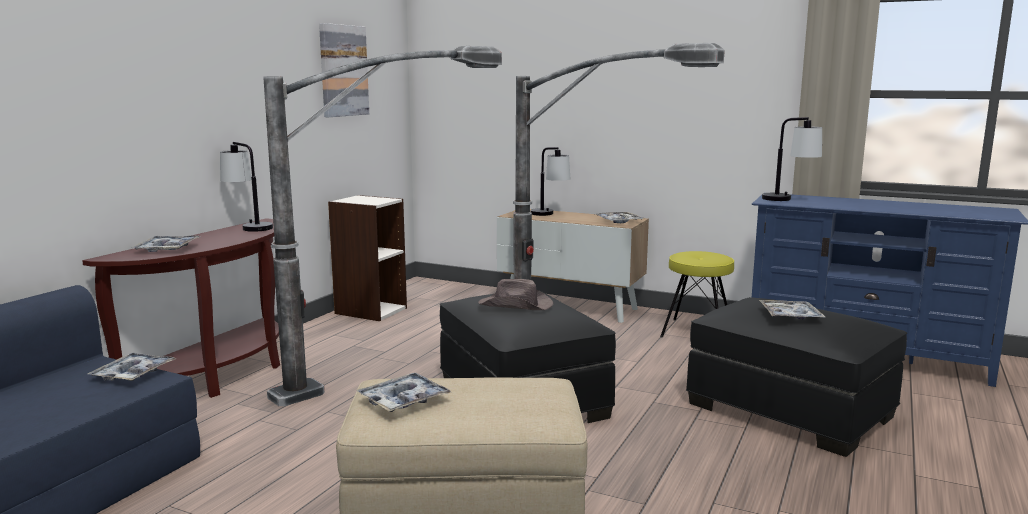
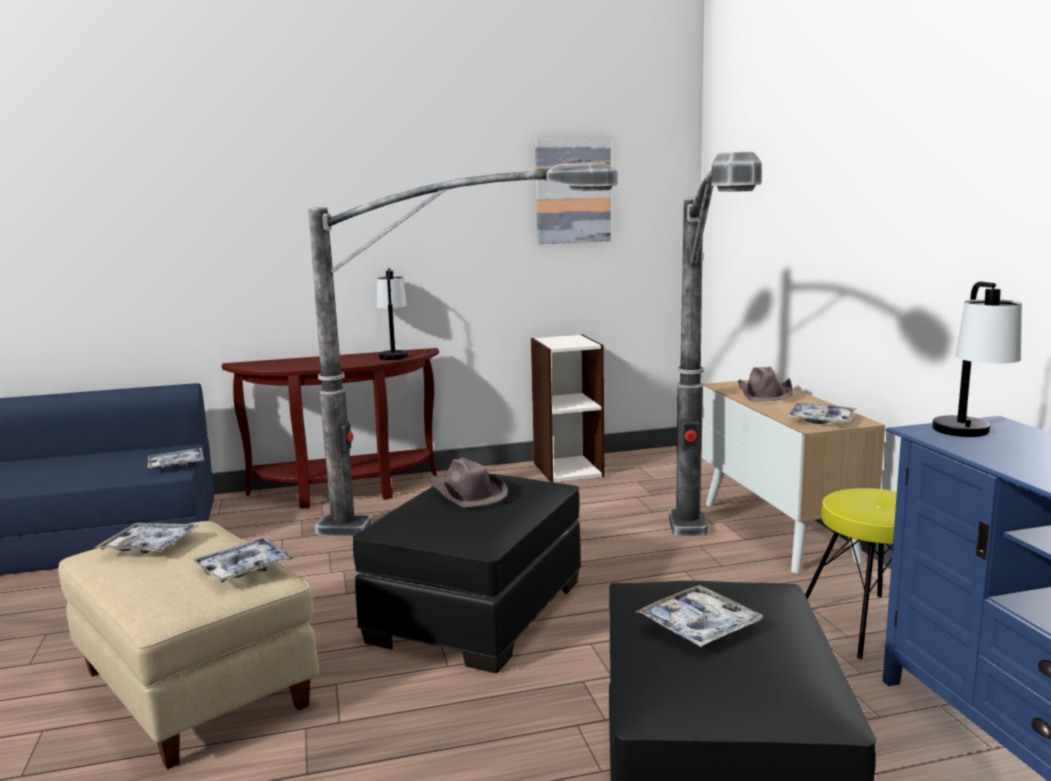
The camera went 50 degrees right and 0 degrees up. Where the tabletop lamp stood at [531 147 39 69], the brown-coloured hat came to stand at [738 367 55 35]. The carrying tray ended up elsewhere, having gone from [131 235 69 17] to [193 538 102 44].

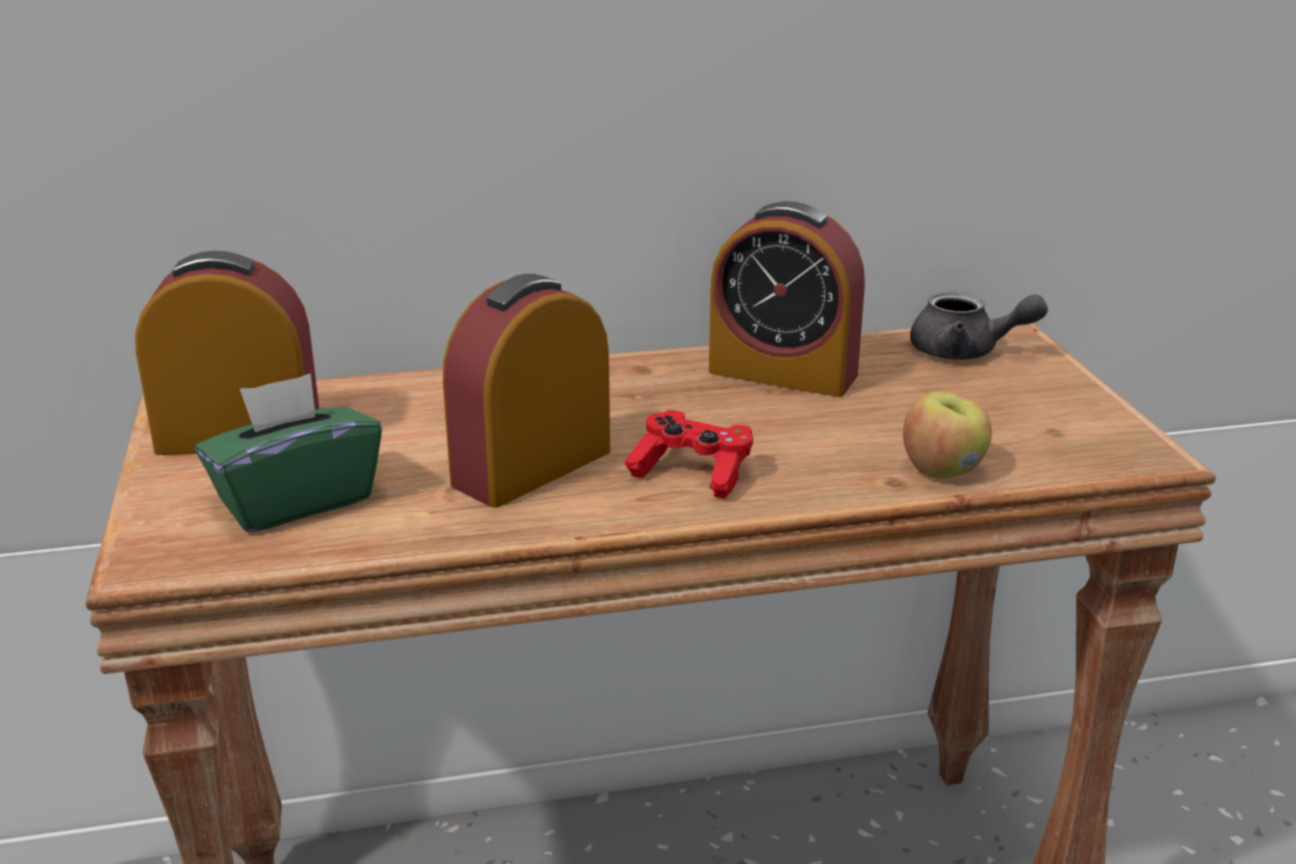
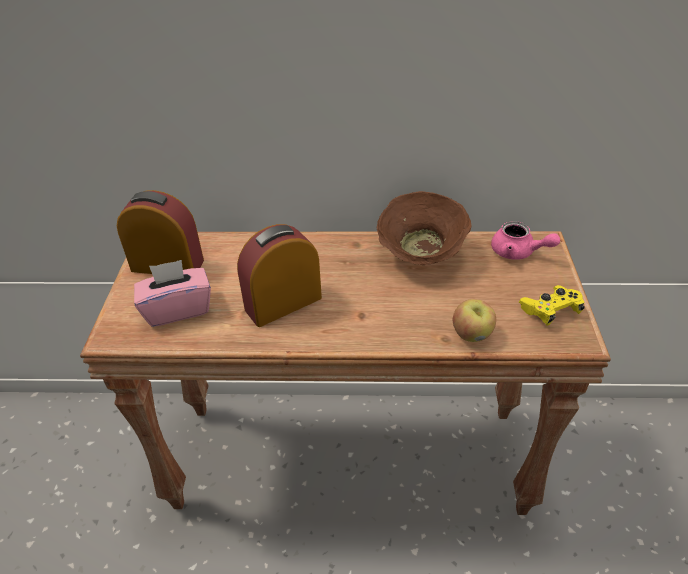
The camera went 15 degrees right and 15 degrees up. Where the alarm clock stood at [709 201 156 196], the brown-coloured serving bowl came to stand at [377 191 95 74]. What was the grey teapot at [910 292 138 68] turned into the pinkish teapot at [491 221 69 39]. What was the greenish tissue holder at [195 373 187 160] turned into the pinkish tissue holder at [134 260 77 67]. The second view lost the reddish game controller at [625 410 128 89]. The second view gained the yellowish game controller at [519 285 66 41].

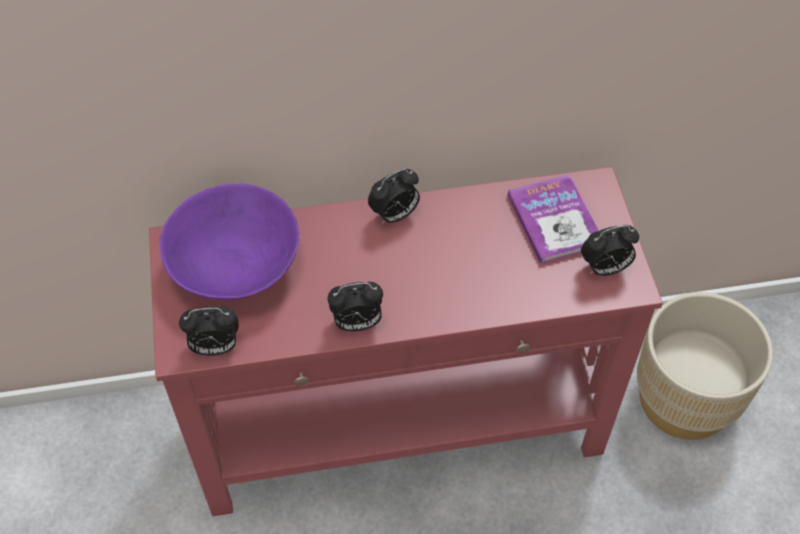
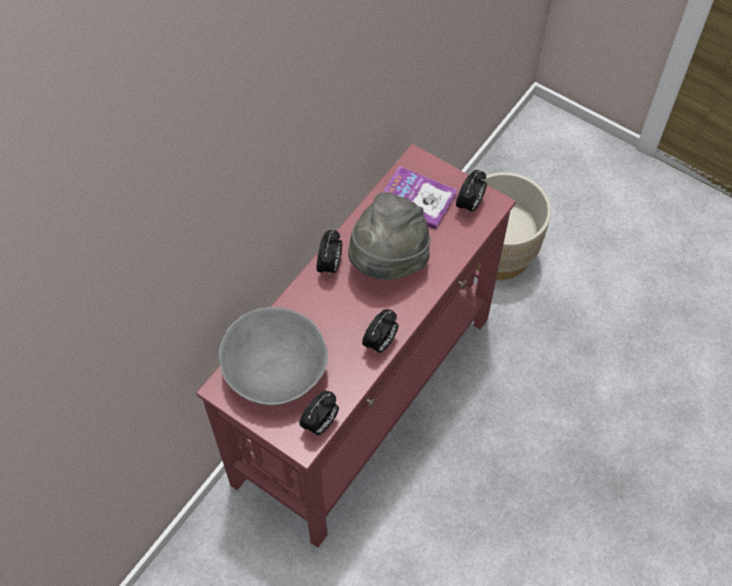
The camera went 45 degrees left and 5 degrees up. What was the purple serving bowl at [160 184 139 116] turned into the grey serving bowl at [219 307 109 99]. The second view gained the grey hat at [348 192 83 88].

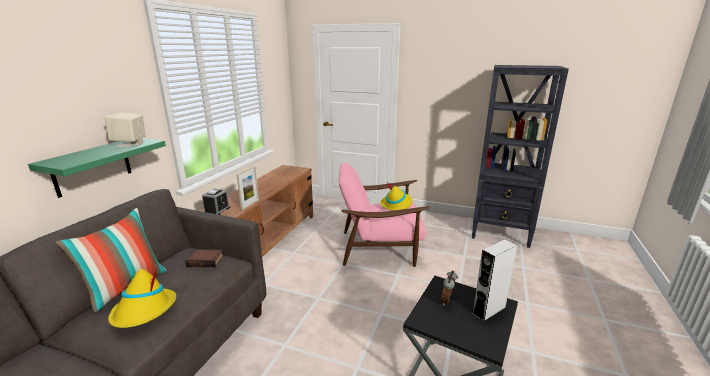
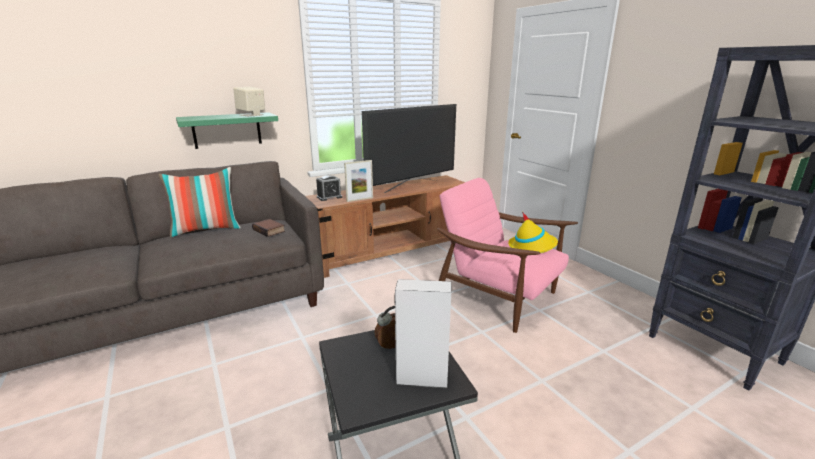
The camera went 40 degrees right and 0 degrees up. The second view lost the yellowish hat at [108 268 69 60]. The second view gained the TV set at [362 104 94 89].

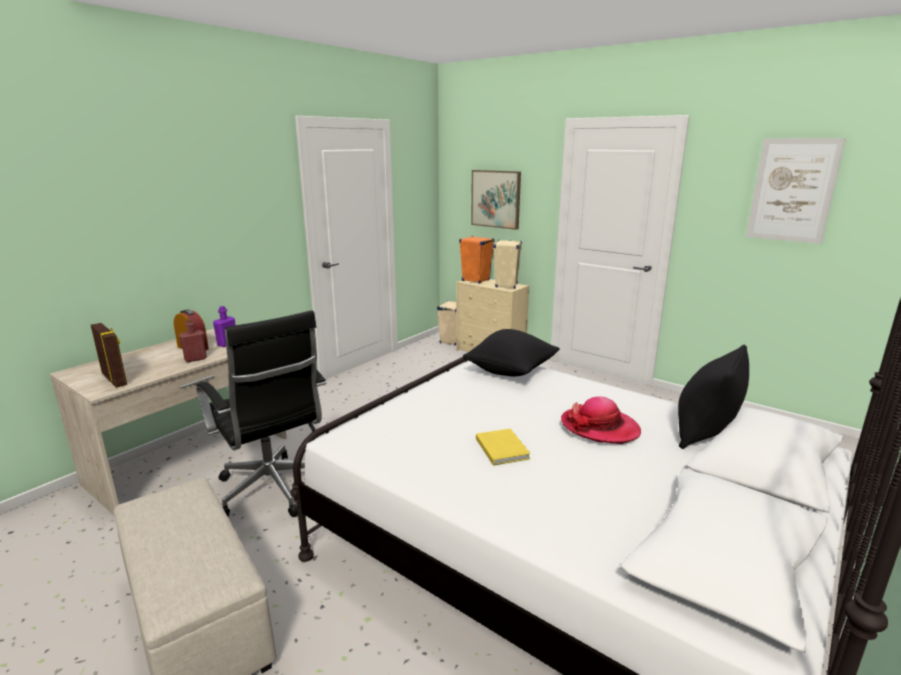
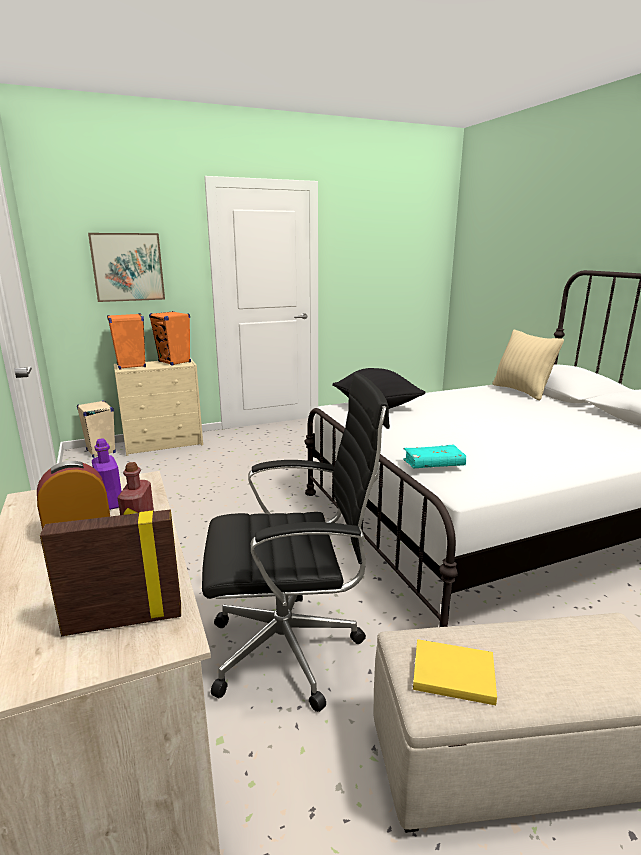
The camera went 60 degrees left and 0 degrees up. The second view lost the wall art at [746 138 100 106]. What was the beige-coloured loudspeaker at [493 240 29 49] turned into the orange loudspeaker at [149 311 42 55]. What was the black-coloured throw pillow at [678 345 71 104] turned into the beige-coloured throw pillow at [492 330 72 70]. The second view lost the hat at [561 396 80 48]. The yellowish bound book ended up elsewhere, having gone from [476 428 55 37] to [413 639 84 66]. The second view gained the blue-green bound book at [403 445 63 23].

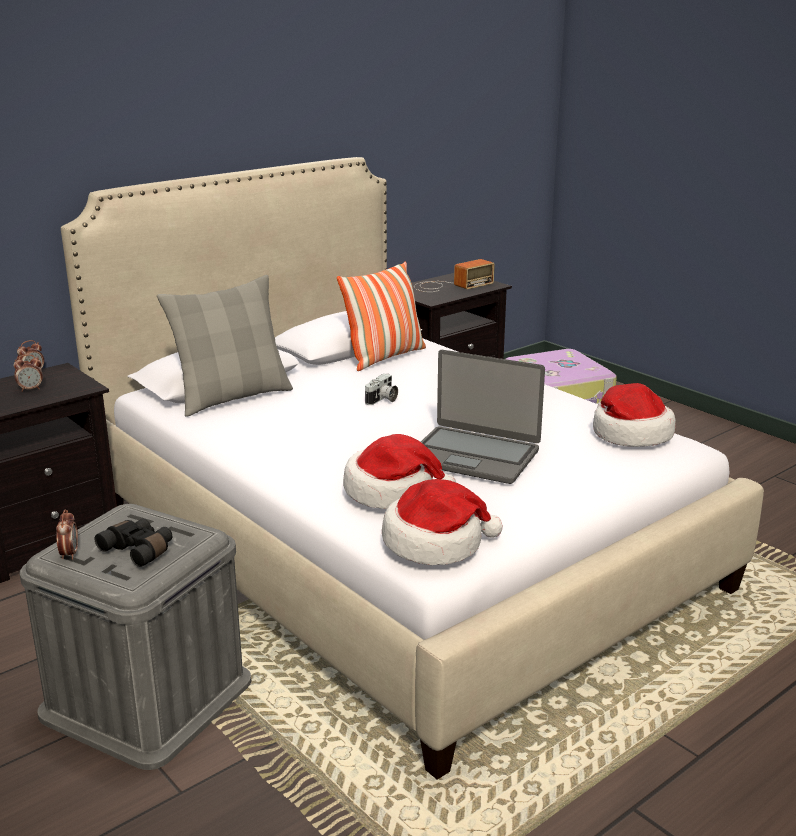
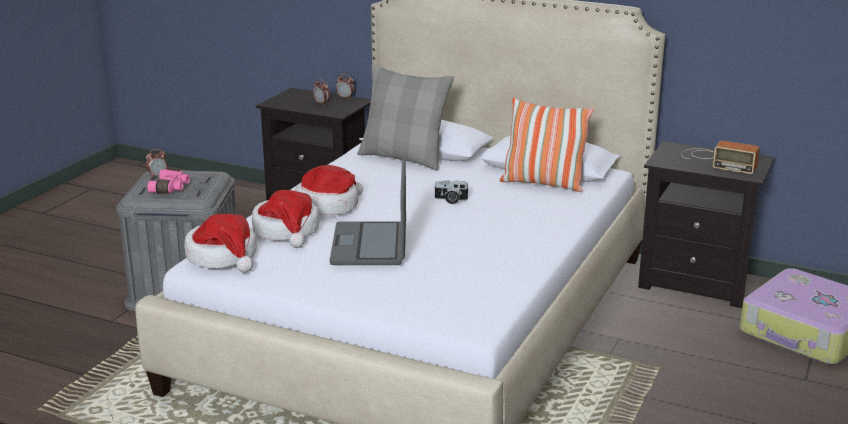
The camera went 65 degrees right and 0 degrees up. The hat ended up elsewhere, having gone from [593 383 83 64] to [295 165 68 50]. What was the black-coloured binoculars at [94 518 78 49] turned into the pinkish binoculars at [147 169 43 25].

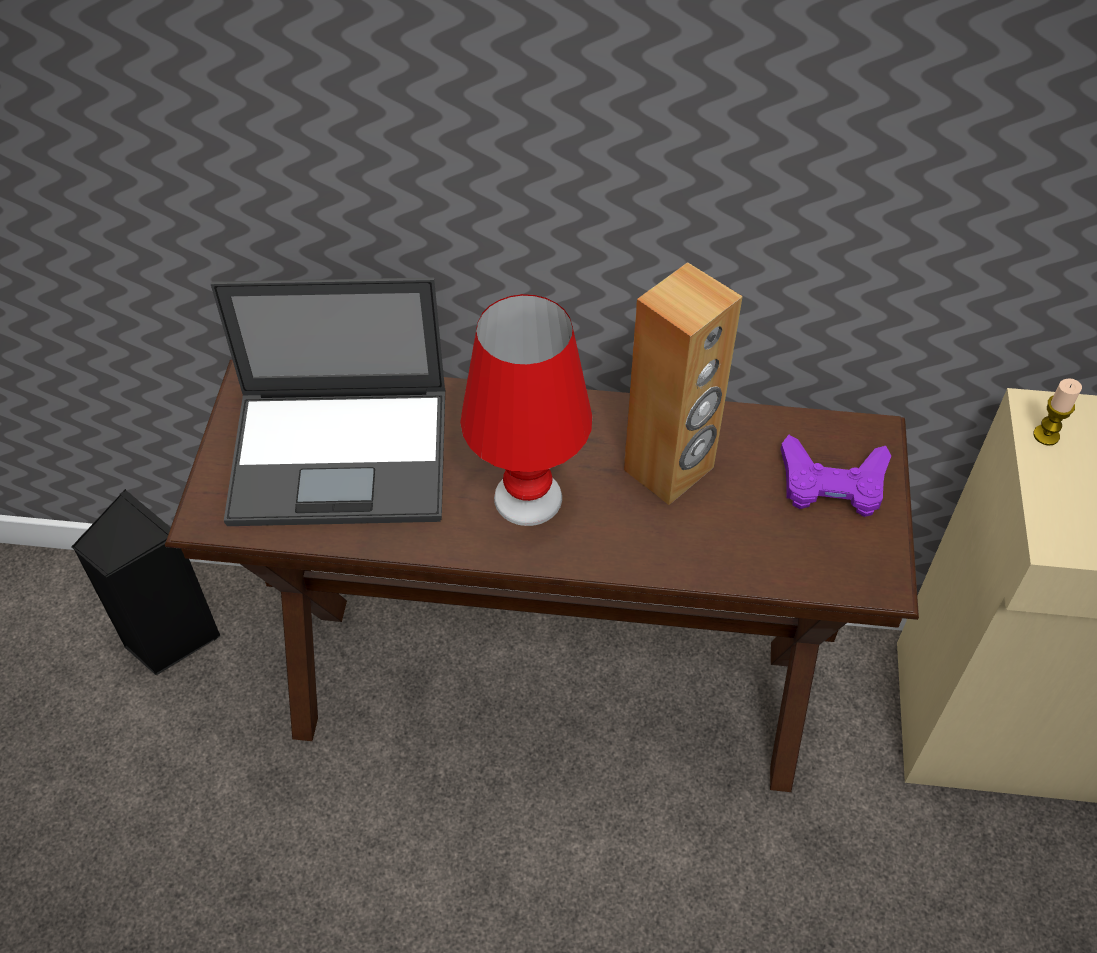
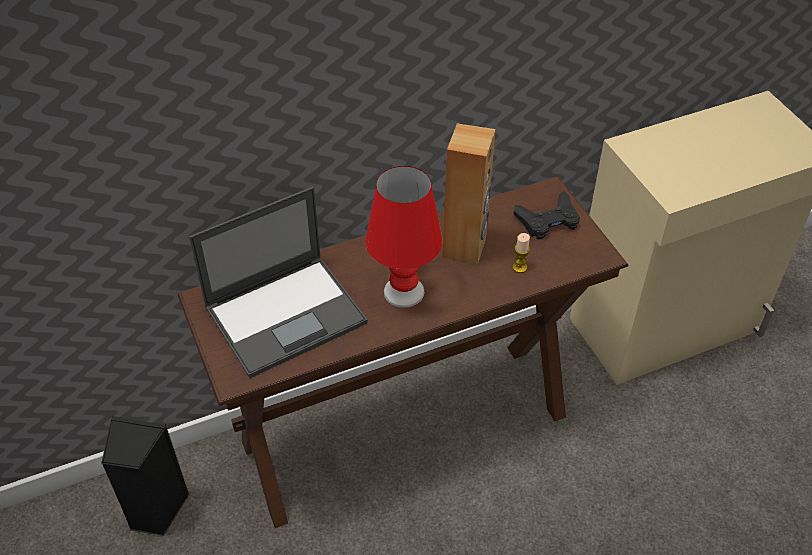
The camera went 30 degrees left and 5 degrees down. The wax light ended up elsewhere, having gone from [1033 378 49 68] to [513 233 17 40]. What was the purple game controller at [781 435 110 82] turned into the black-coloured game controller at [514 191 66 48].

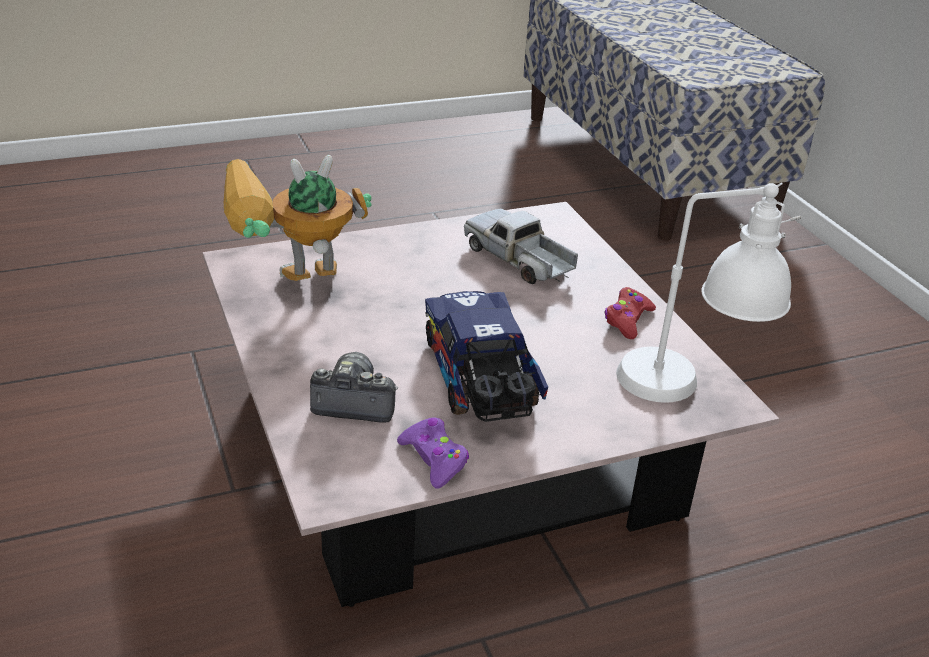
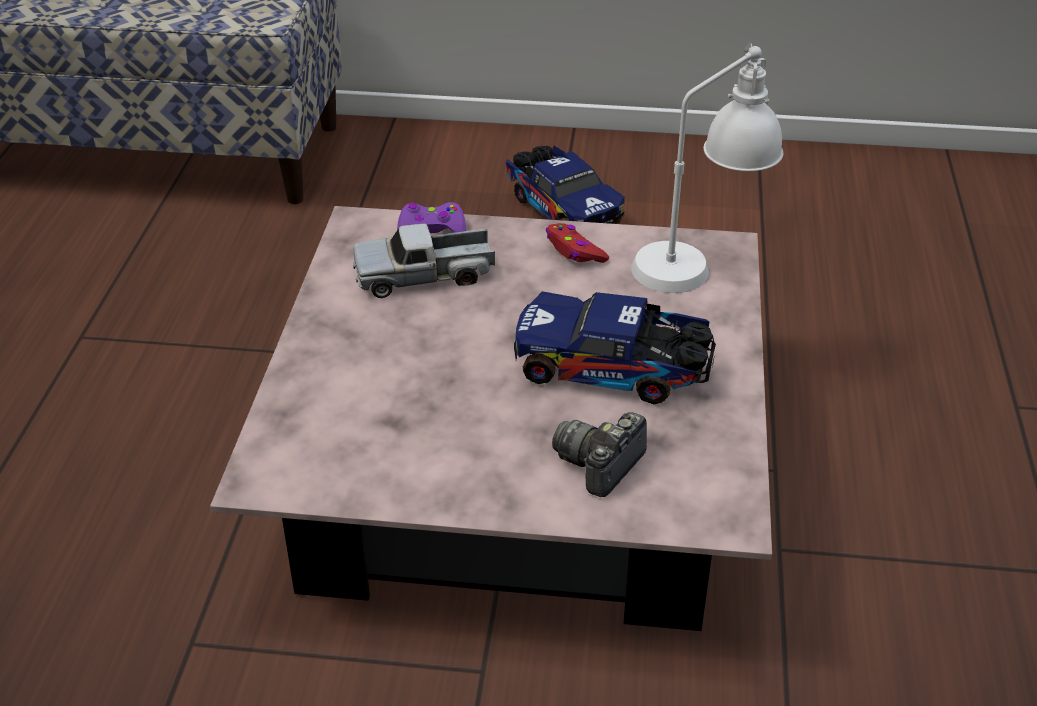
The camera went 60 degrees left and 5 degrees up. The second view lost the robot figure at [224 155 148 126]. The purple game controller ended up elsewhere, having gone from [397 417 72 72] to [397 202 69 31]. The second view gained the toy lorry at [506 146 119 78].

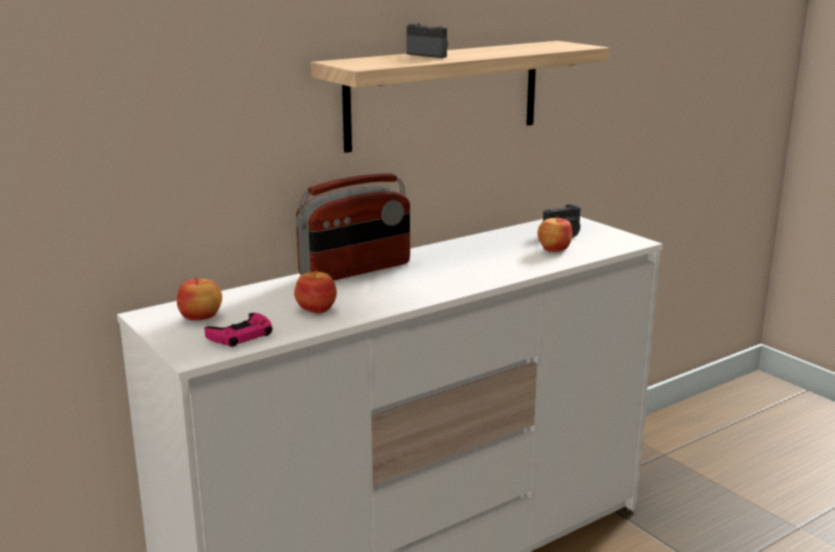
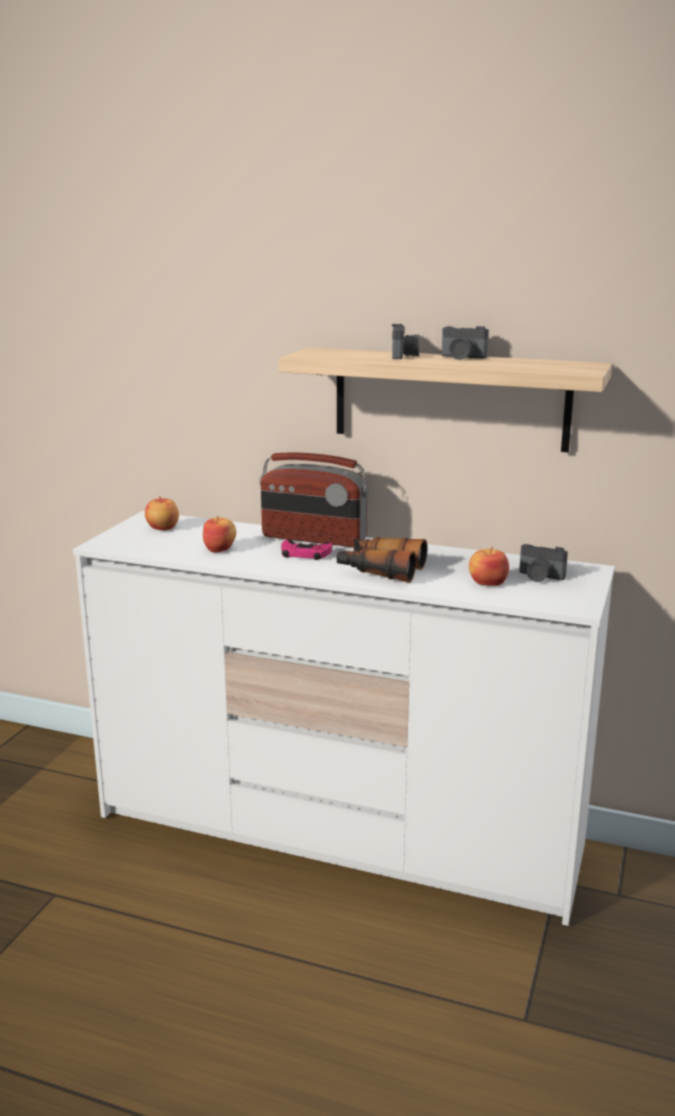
The camera went 55 degrees right and 0 degrees up. The pinkish game controller ended up elsewhere, having gone from [204 313 68 34] to [281 539 51 21]. The second view gained the photo camera at [442 326 47 34]. The second view gained the binoculars at [337 537 91 46].

